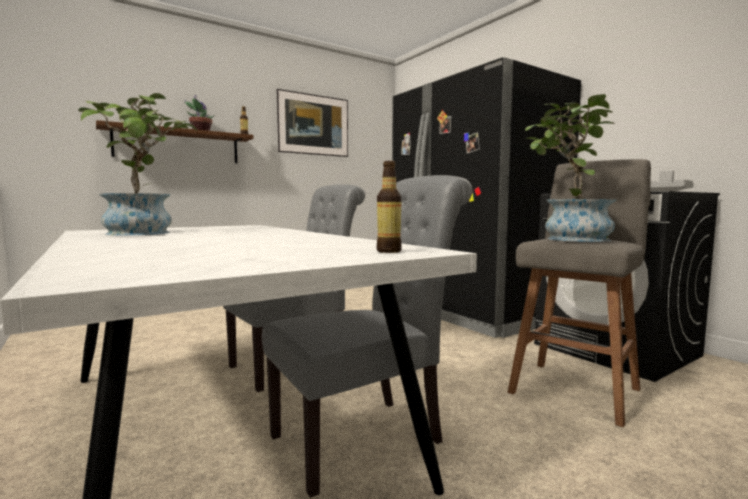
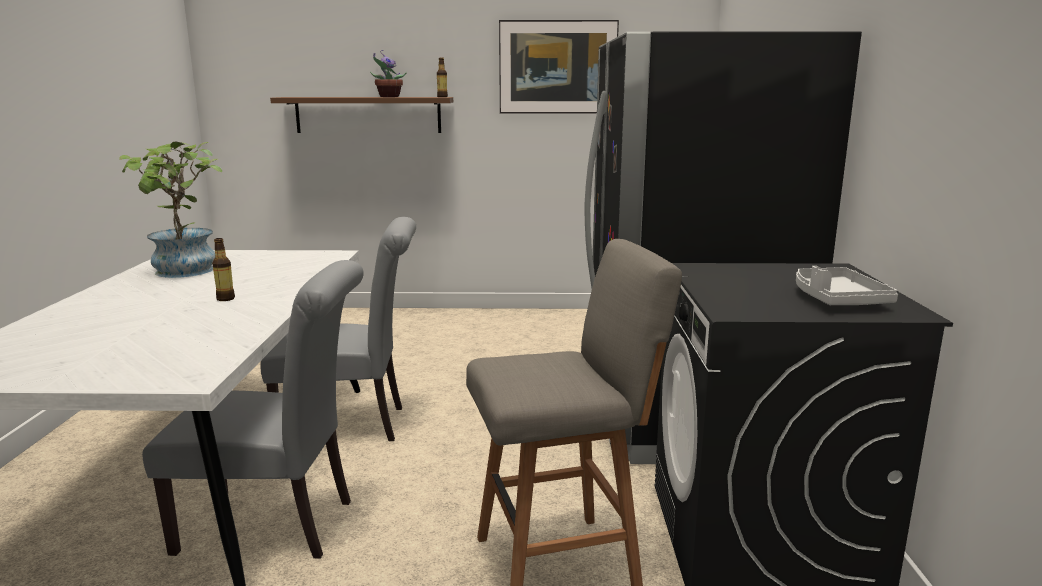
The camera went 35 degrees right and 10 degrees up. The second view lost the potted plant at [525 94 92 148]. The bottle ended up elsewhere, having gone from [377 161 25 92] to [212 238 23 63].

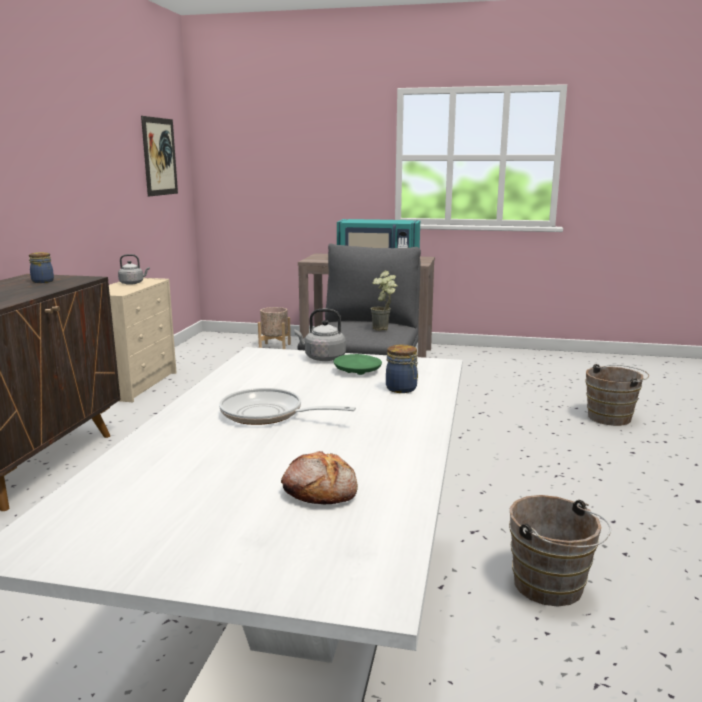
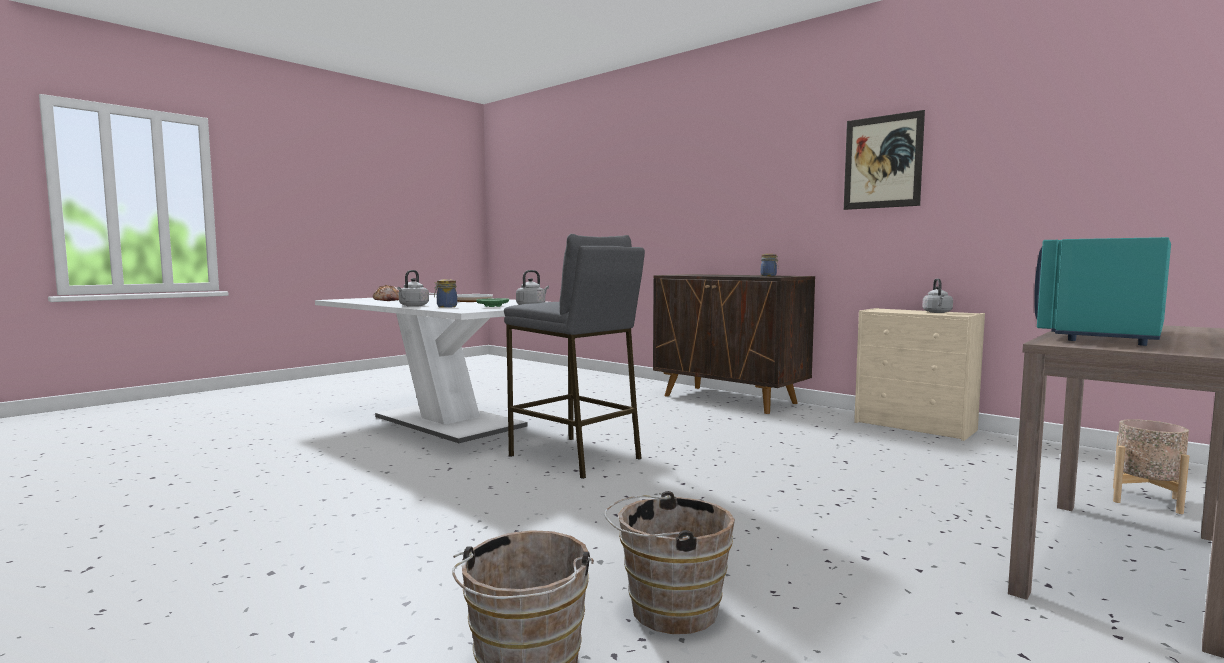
The camera went 120 degrees right and 10 degrees down. The wall art ended up elsewhere, having gone from [141 116 37 81] to [844 110 81 100]. The second view lost the potted plant at [370 271 27 60]. The brown-coloured pail ended up elsewhere, having gone from [509 495 102 111] to [604 491 131 143]. The second view gained the grey kettle at [397 270 32 37].

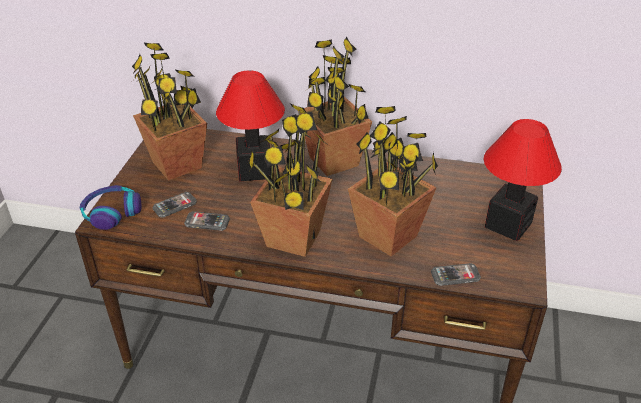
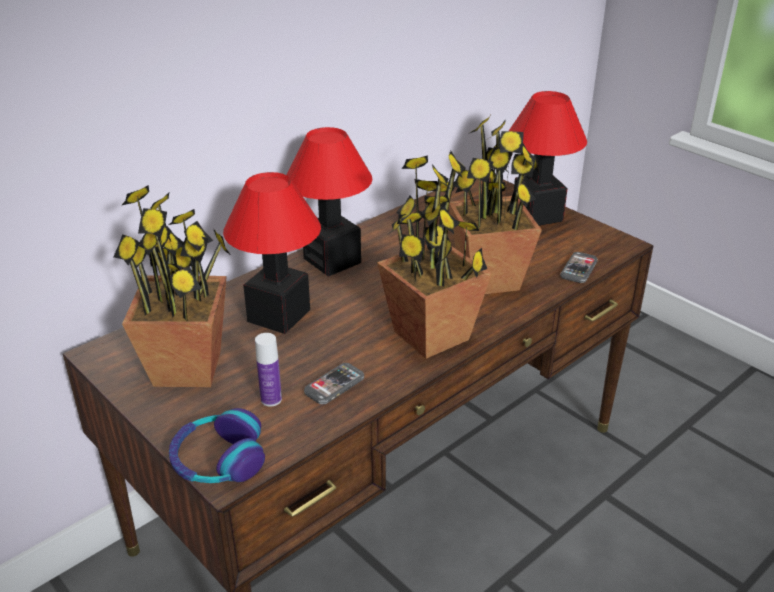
The camera went 55 degrees left and 5 degrees down. Where the potted plant stood at [298 37 74 139], the tabletop lamp came to stand at [287 127 85 150]. Where the telephone stood at [153 192 44 26], the bottle came to stand at [255 333 27 74].

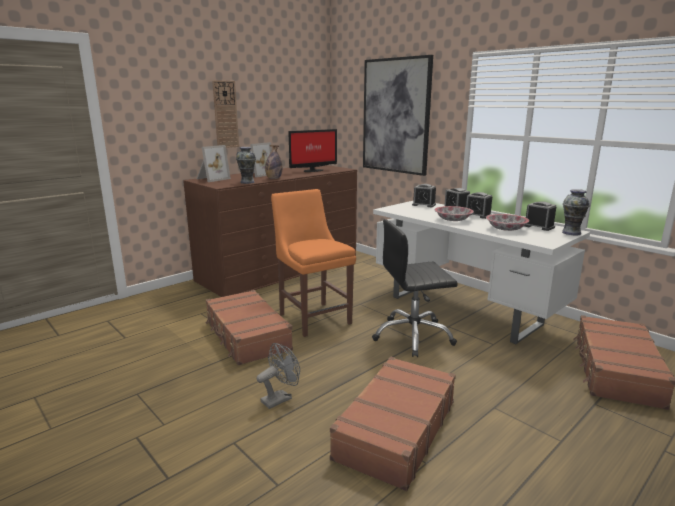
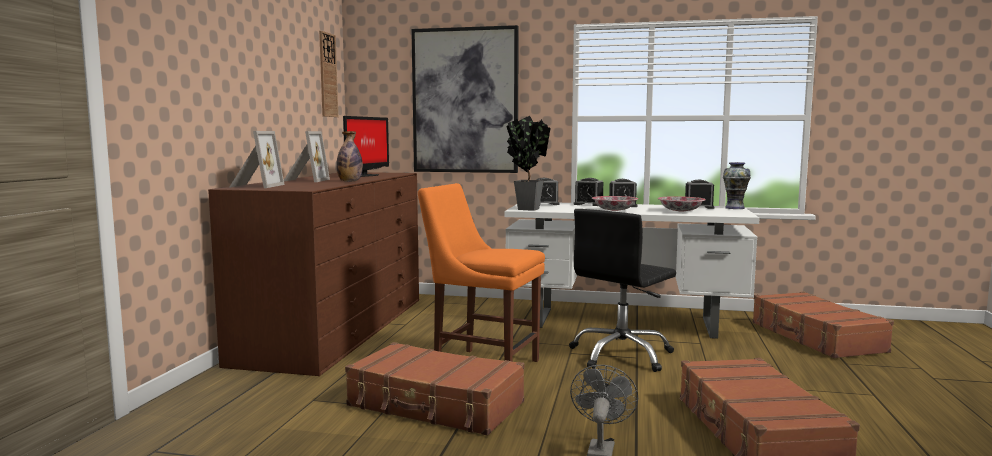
The camera went 35 degrees left and 10 degrees down. The clock on the wall ended up elsewhere, having gone from [212 80 27 68] to [319 31 19 86]. The second view lost the vase at [236 147 20 37]. The second view gained the potted plant at [506 116 45 95].

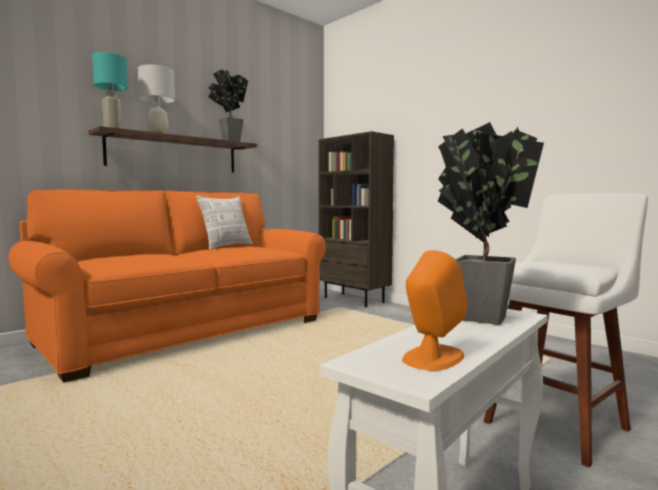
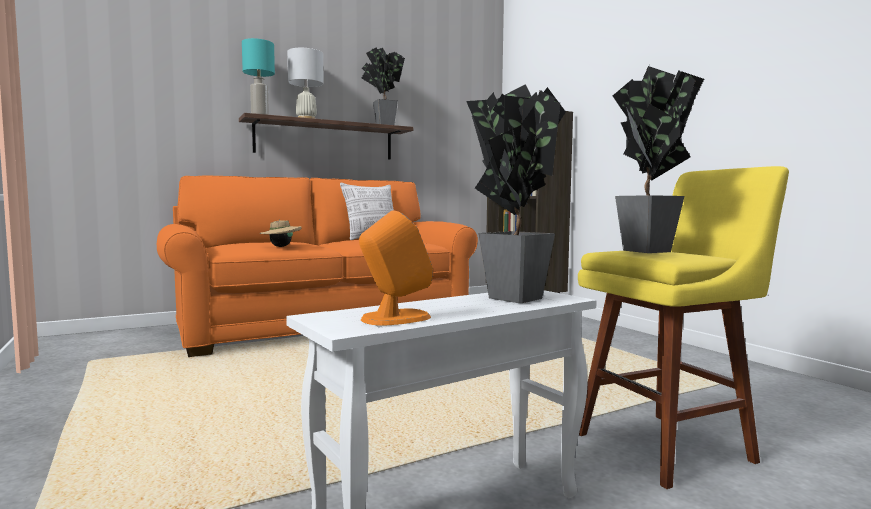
The camera went 15 degrees right and 0 degrees up. What was the white-coloured stool at [484 193 164 275] turned into the yellowish stool at [578 166 211 323]. The second view gained the potted plant at [613 66 91 187]. The second view gained the beige-coloured hat at [260 220 41 27].

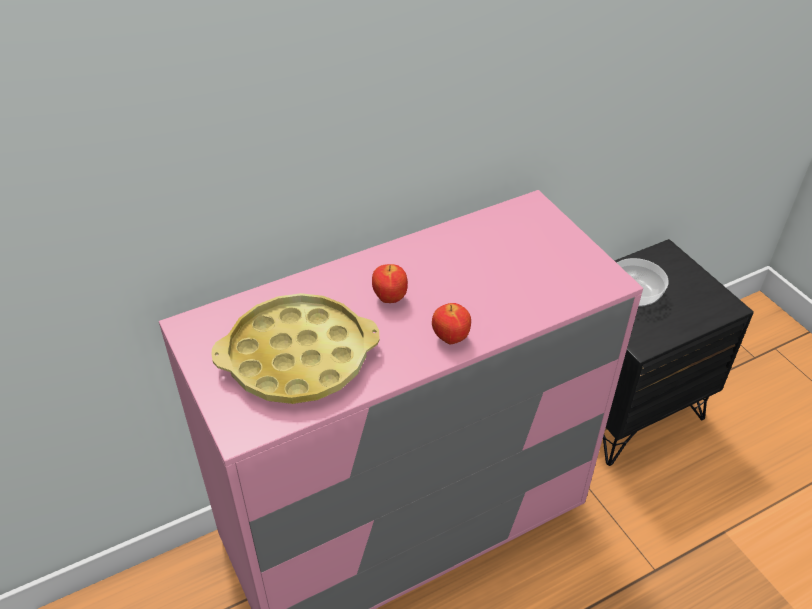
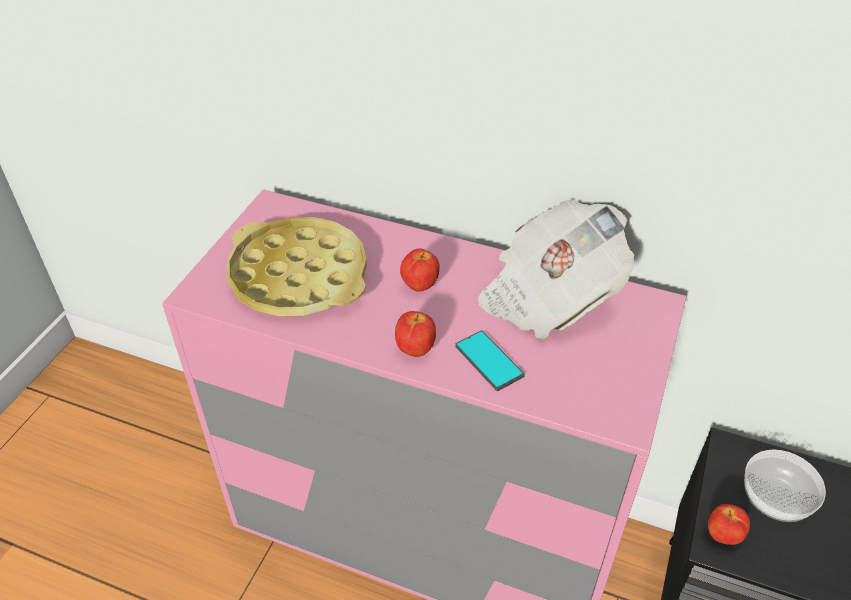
The camera went 50 degrees right and 0 degrees up. The second view gained the newspaper at [478 199 156 140]. The second view gained the telephone at [455 331 70 60]. The second view gained the apple fruit at [708 504 42 41].

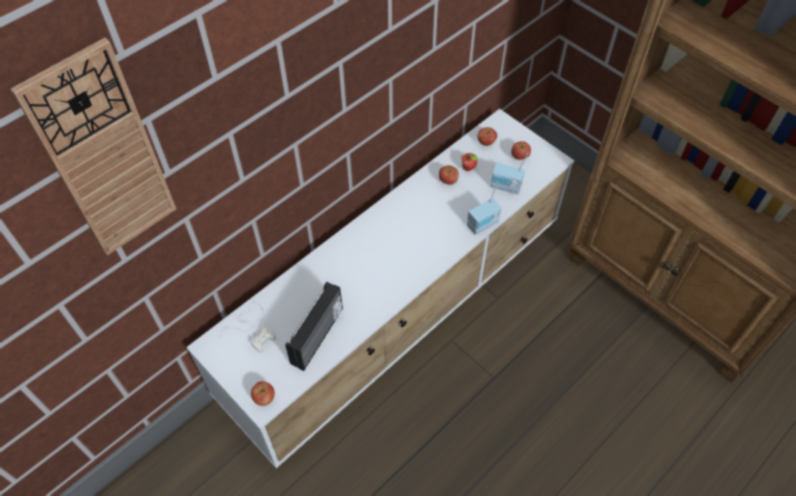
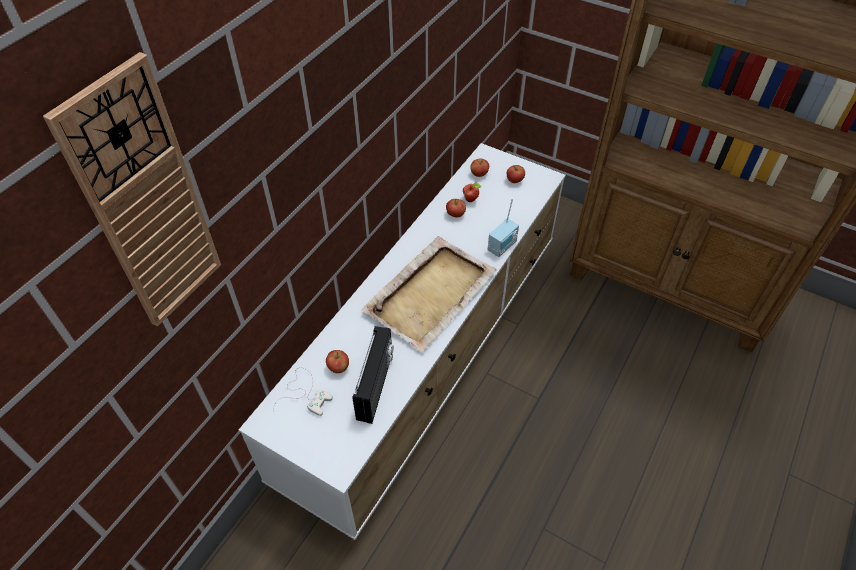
The camera went 15 degrees left and 5 degrees down. The second view lost the radio receiver at [491 153 37 41]. The apple fruit ended up elsewhere, having gone from [251 381 24 25] to [326 350 23 23]. The second view gained the beige-coloured carrying tray at [362 236 135 116].

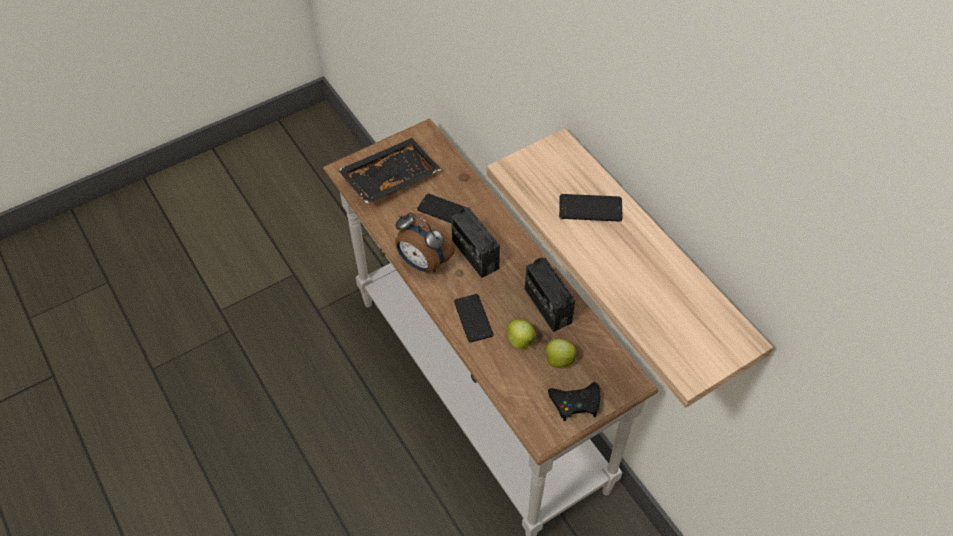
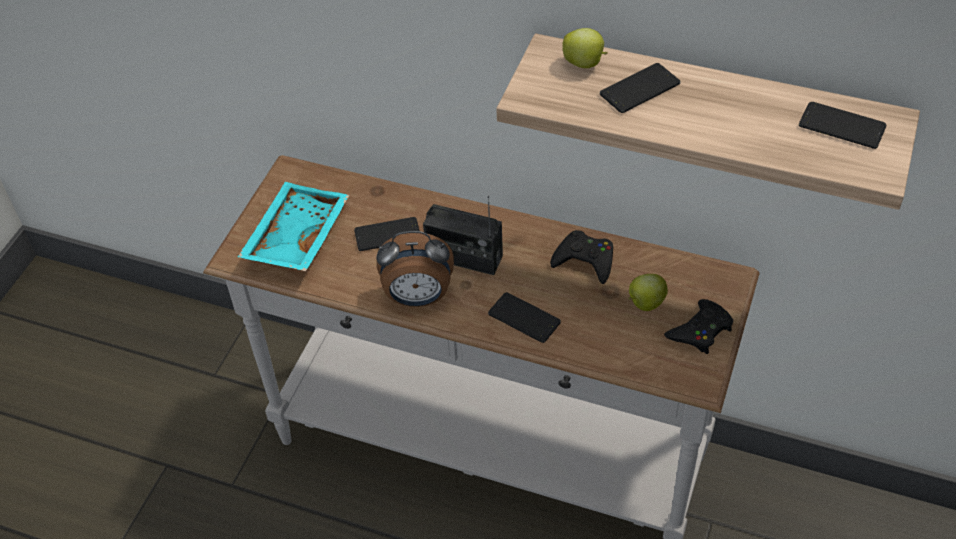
The camera went 35 degrees left and 5 degrees down. What was the black-coloured carrying tray at [338 138 104 65] turned into the blue-green carrying tray at [238 182 112 89]. Where the radio receiver stood at [525 257 50 75], the black-coloured game controller came to stand at [550 230 63 54]. The apple fruit ended up elsewhere, having gone from [506 319 30 30] to [562 28 46 40]. The second view gained the telephone at [799 102 88 47].

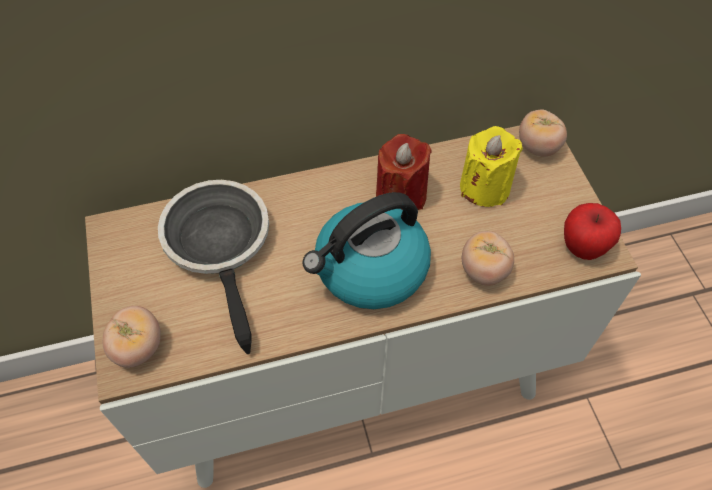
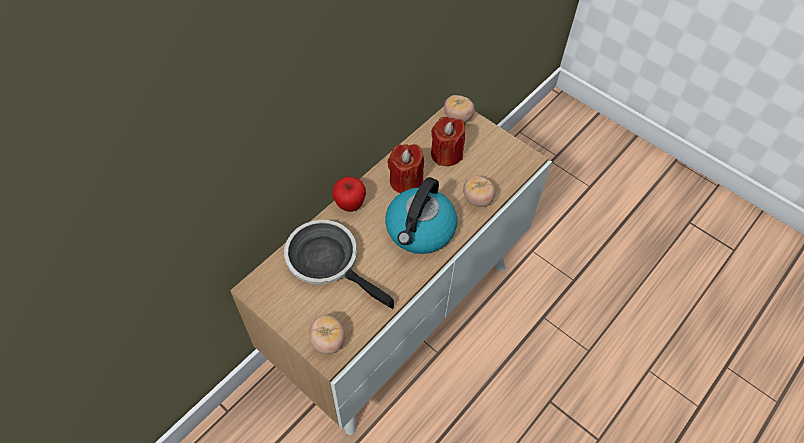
The camera went 35 degrees left and 0 degrees up. What was the yellowish wax light at [460 126 63 81] turned into the reddish wax light at [431 117 34 49]. The apple fruit ended up elsewhere, having gone from [564 203 57 57] to [333 177 33 35].

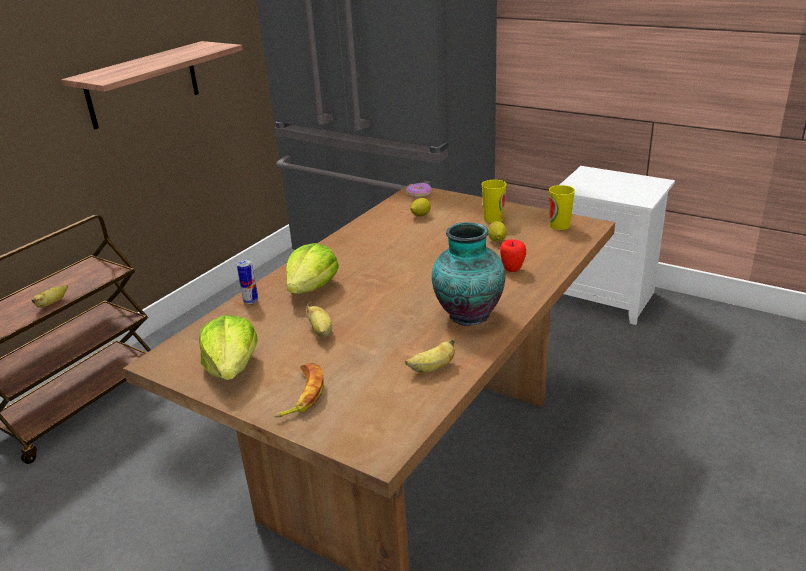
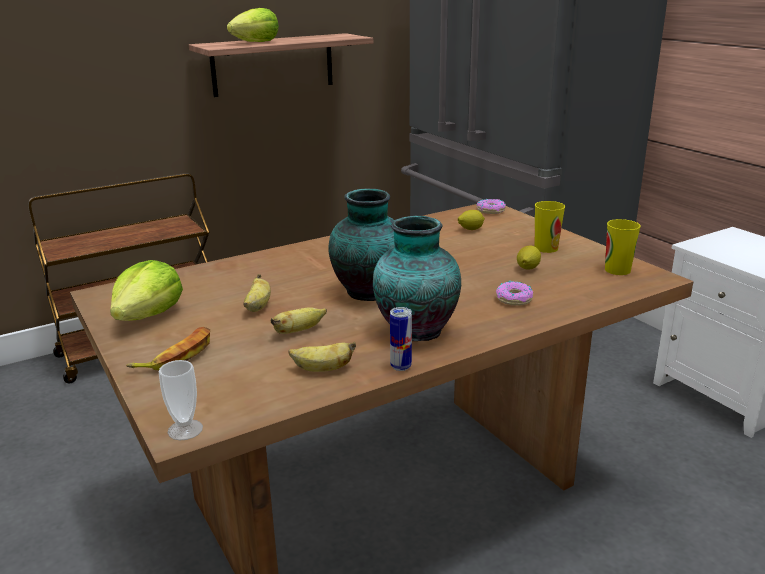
The camera went 25 degrees right and 5 degrees down. Where the apple fruit stood at [500 239 26 33], the donut came to stand at [496 281 37 25]. The head of lettuce ended up elsewhere, having gone from [286 243 53 51] to [227 8 52 34]. The can ended up elsewhere, having gone from [236 259 22 45] to [390 307 22 64]. The whole banana ended up elsewhere, having gone from [32 285 36 23] to [271 307 56 27]. The second view gained the vase at [329 189 66 112]. The second view gained the drinking cup at [159 360 44 80].

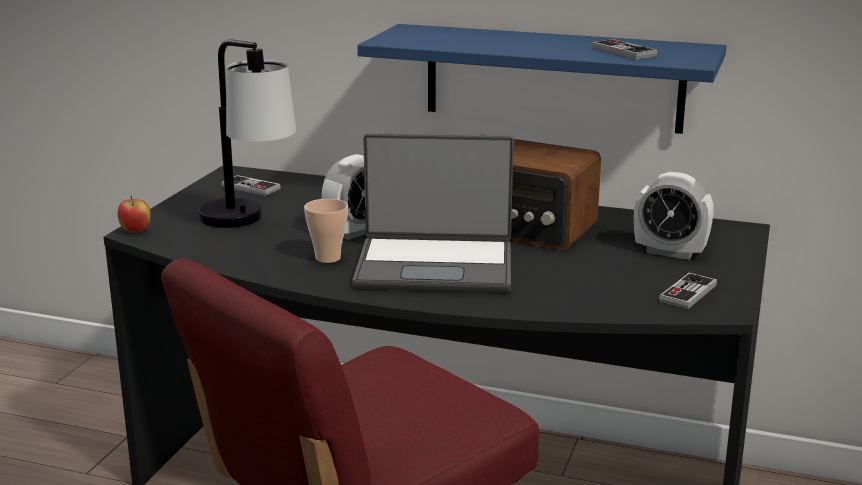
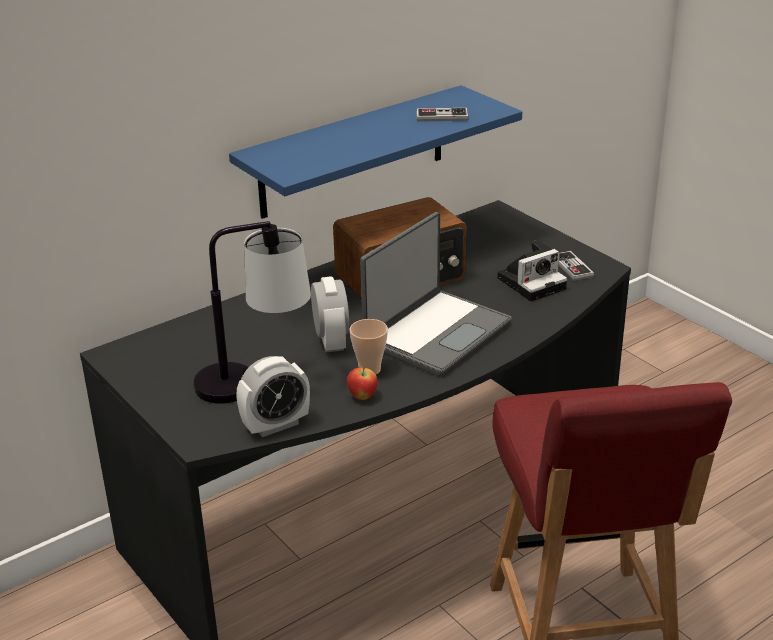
The camera went 55 degrees left and 10 degrees up. The alarm clock ended up elsewhere, having gone from [634 172 80 88] to [236 356 74 81]. The second view lost the game controller at [221 175 60 21]. The apple fruit ended up elsewhere, having gone from [118 196 33 36] to [347 367 31 33]. The second view gained the photo camera at [497 240 70 62].

